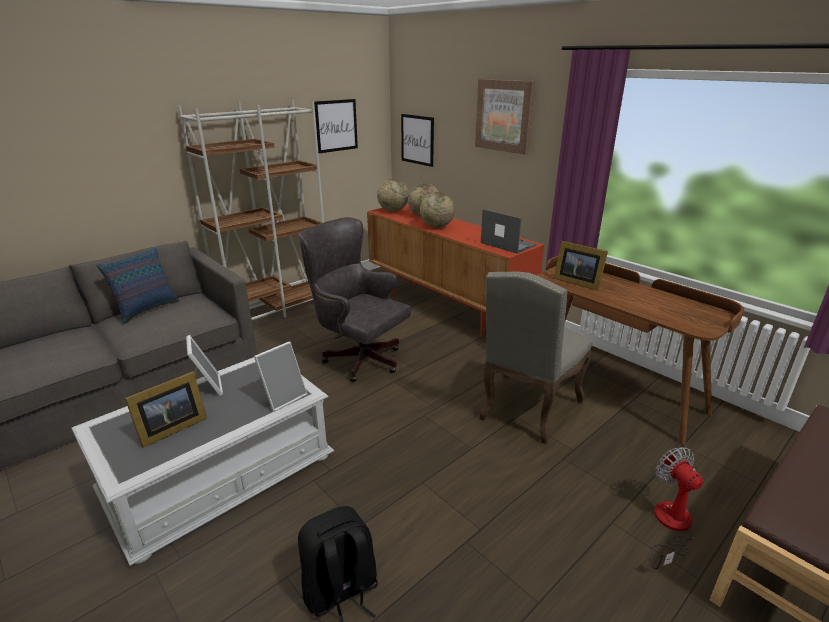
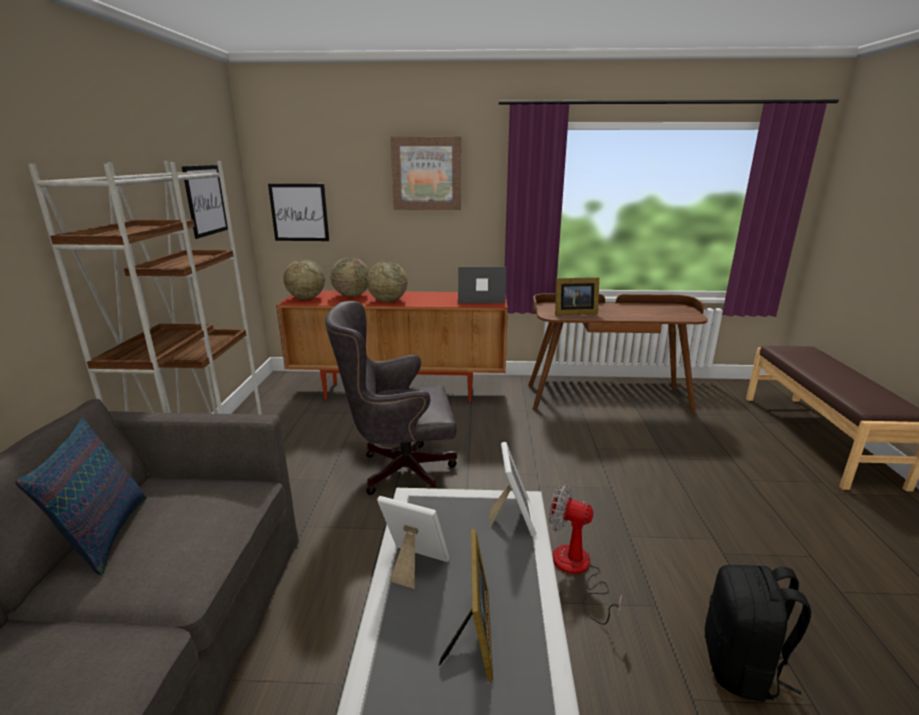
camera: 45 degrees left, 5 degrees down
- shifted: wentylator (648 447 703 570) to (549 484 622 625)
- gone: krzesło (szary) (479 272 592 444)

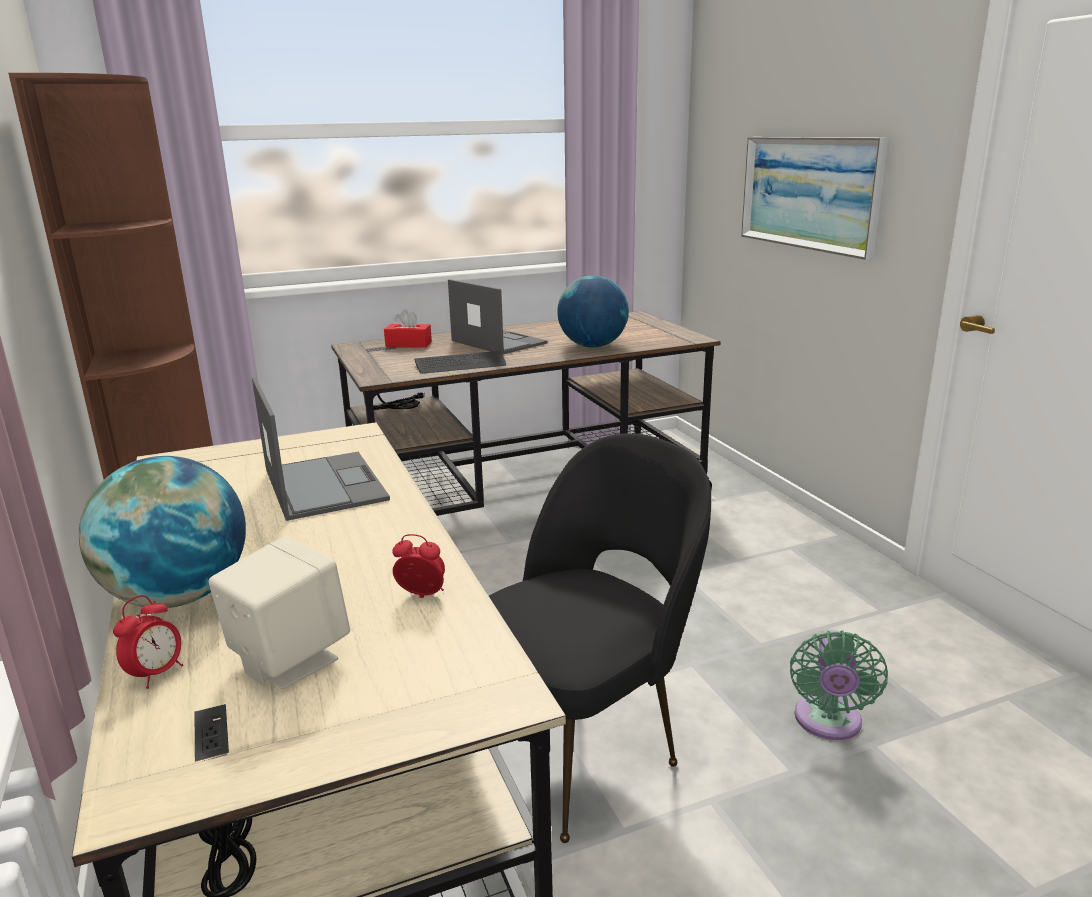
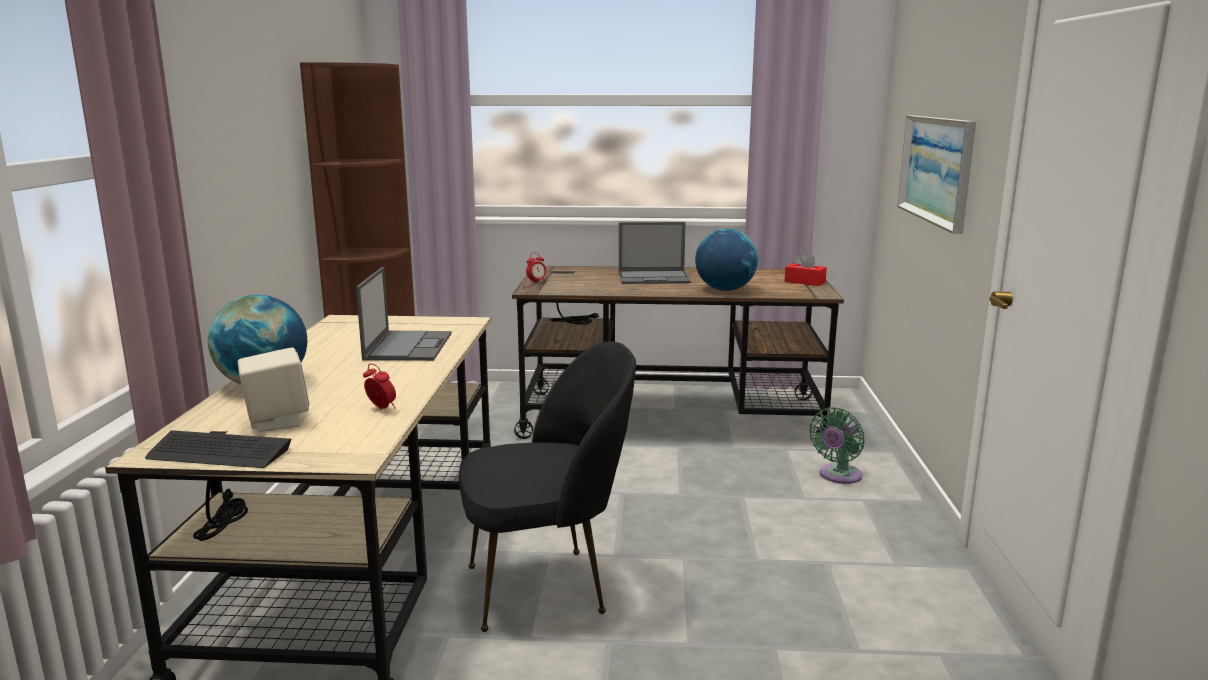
camera: 25 degrees right, 5 degrees down
- shifted: klawiatura (414 351 506 374) to (145 430 291 468)
- shifted: budzik (113 595 183 689) to (526 252 546 283)
- rotated: laptop (448 279 548 355) = (619 222 691 284) 105 degrees clockwise
- shifted: pudełko chusteczek (czerwony) (384 309 432 348) to (785 252 827 286)
- shifted: wentylator (zielony) (790 630 888 740) to (809 407 865 484)

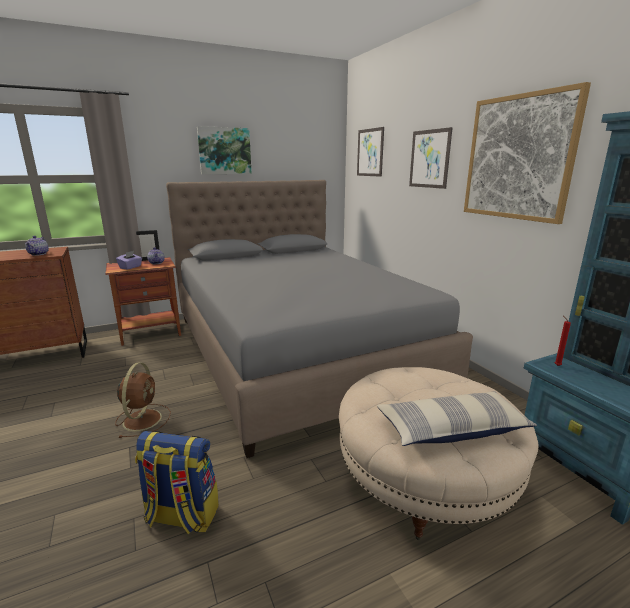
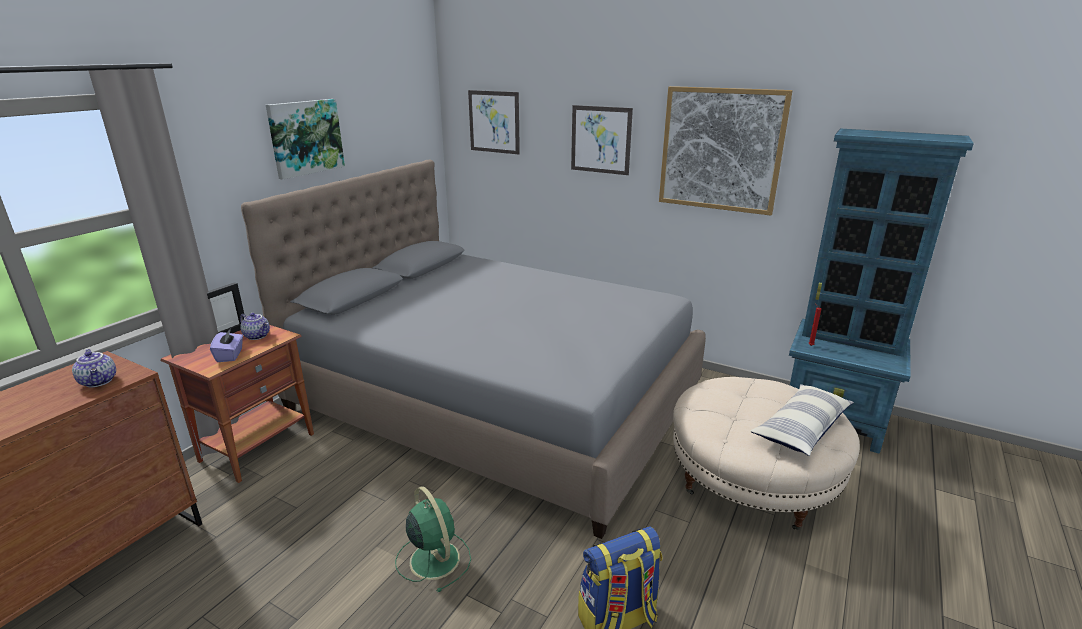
camera: 35 degrees left, 5 degrees up
- repainted: wentylator (brązowy) (115 363 171 438) to wentylator (zielony) (395 486 471 592)

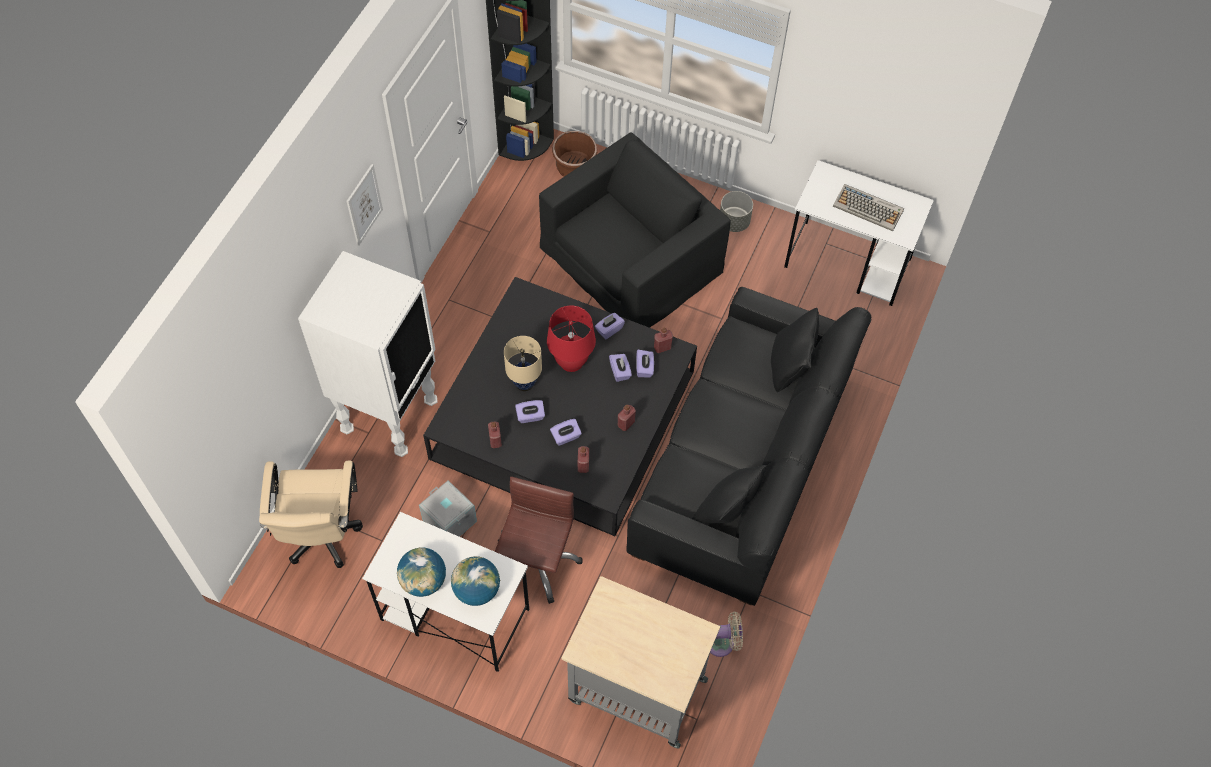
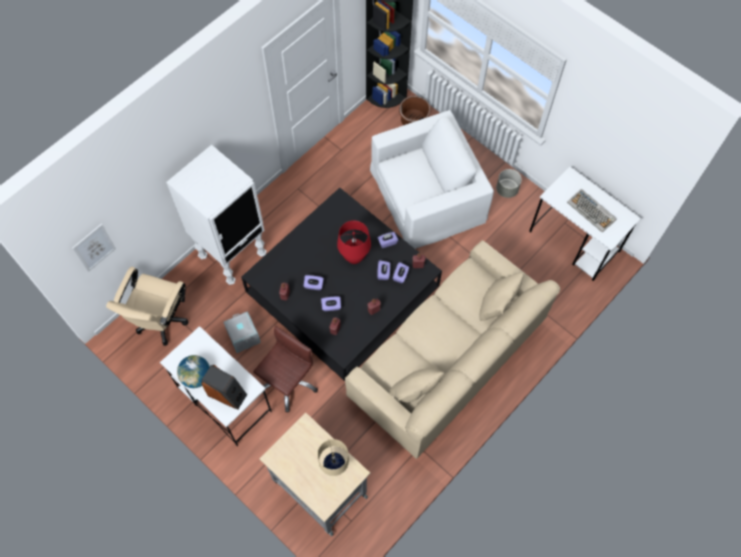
camera: 20 degrees right, 5 degrees up
- shifted: obraz (346 164 383 246) to (72 224 116 272)
- swapped: globus (451 556 500 606) to głośnik (201 365 247 410)
- shifted: lampa stołowa (beżowy) (504 336 542 391) to (317 439 349 476)
- repainted: kanapa (czarny) (626 287 871 606) to kanapa (beżowy) (345 240 560 459)
- repainted: fotel (czarny) (539 132 731 328) to fotel (biały) (370 110 494 249)
- gone: wentylator (beżowy) (710 611 743 657)

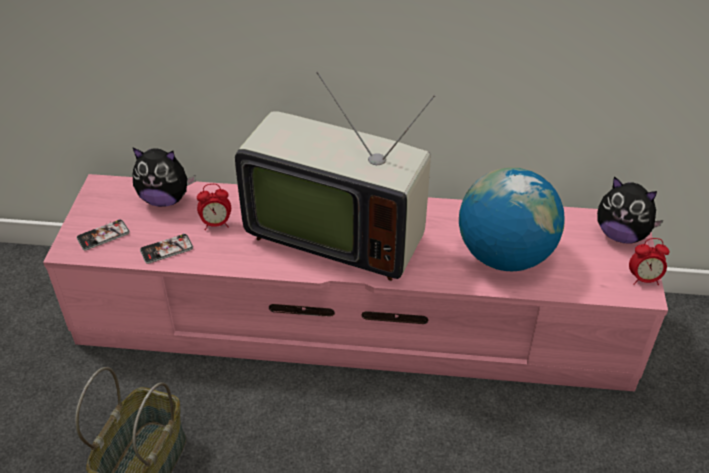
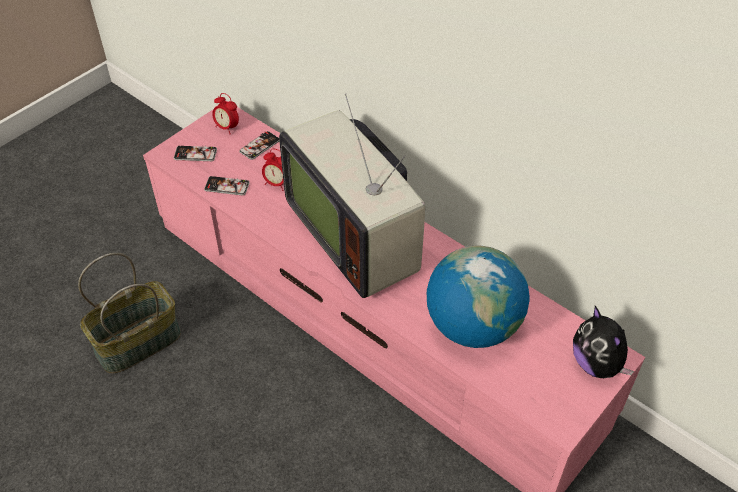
camera: 35 degrees right, 5 degrees up
- shifted: budzik (629 238 670 285) to (212 93 239 133)
- swapped: pluszak (132 147 196 207) to telefon (239 131 279 160)

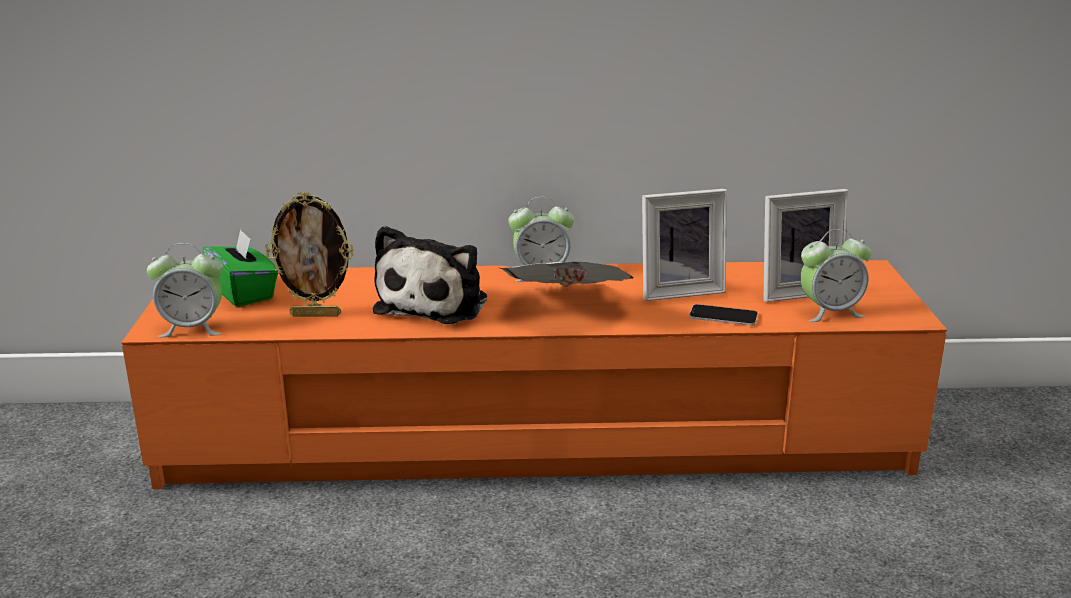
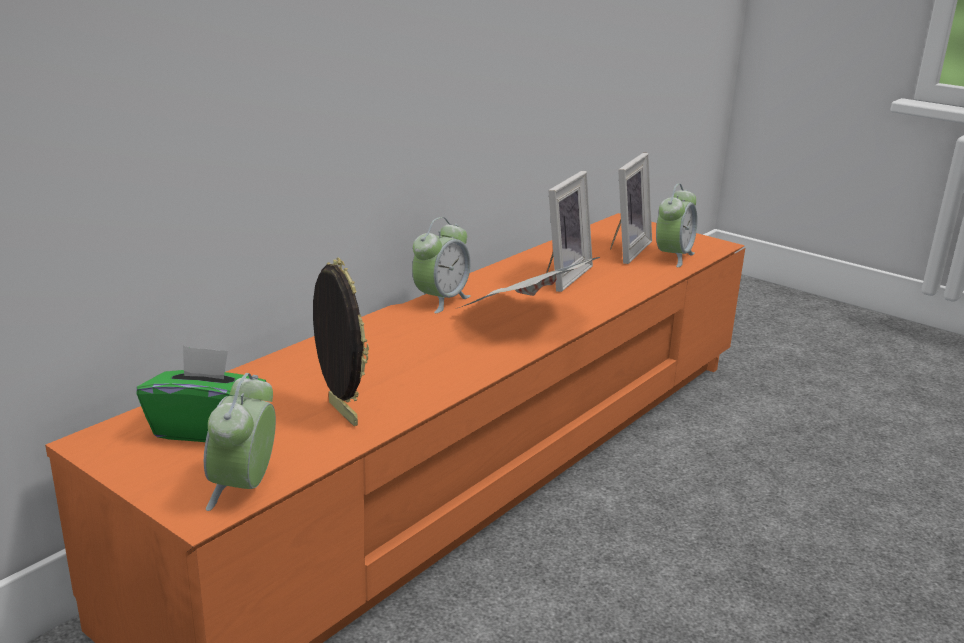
camera: 50 degrees left, 0 degrees up
- rotated: budzik (147 243 223 337) = (204 373 276 511) 150 degrees clockwise
- rotated: ramka na zdjęcie (265 191 354 316) = (313 258 369 426) 75 degrees counterclockwise
- gone: pluszak (373 226 487 324)
- gone: telefon (689 304 758 326)

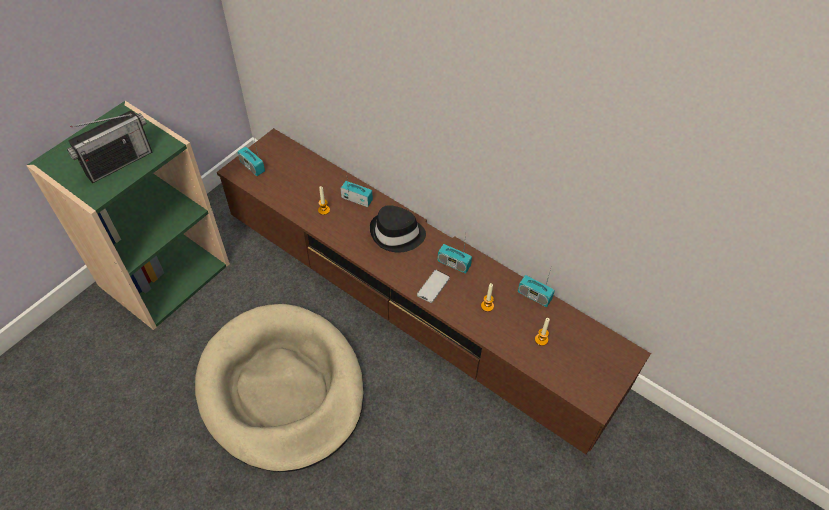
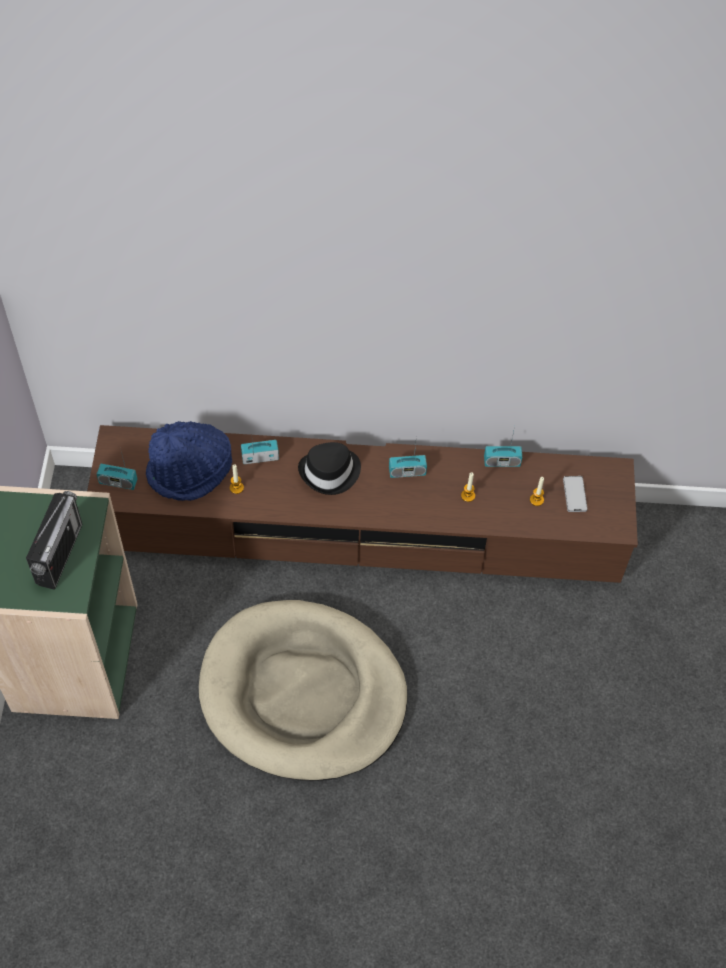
camera: 35 degrees left, 5 degrees up
- new: kapelusz (niebieski) (146 421 232 501)
- shifted: telefon (417 270 450 303) to (563 476 588 512)

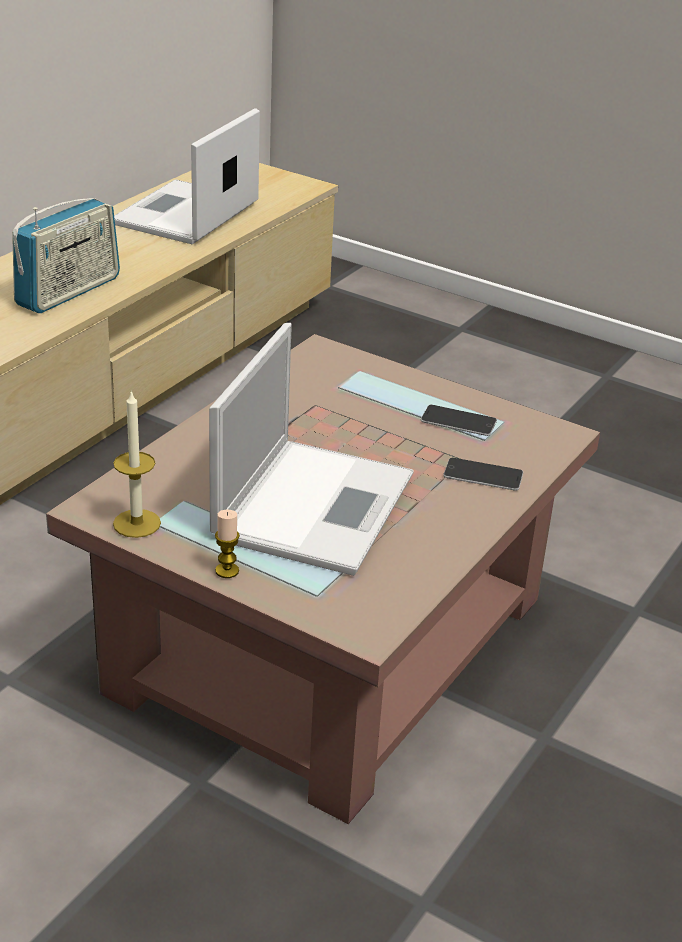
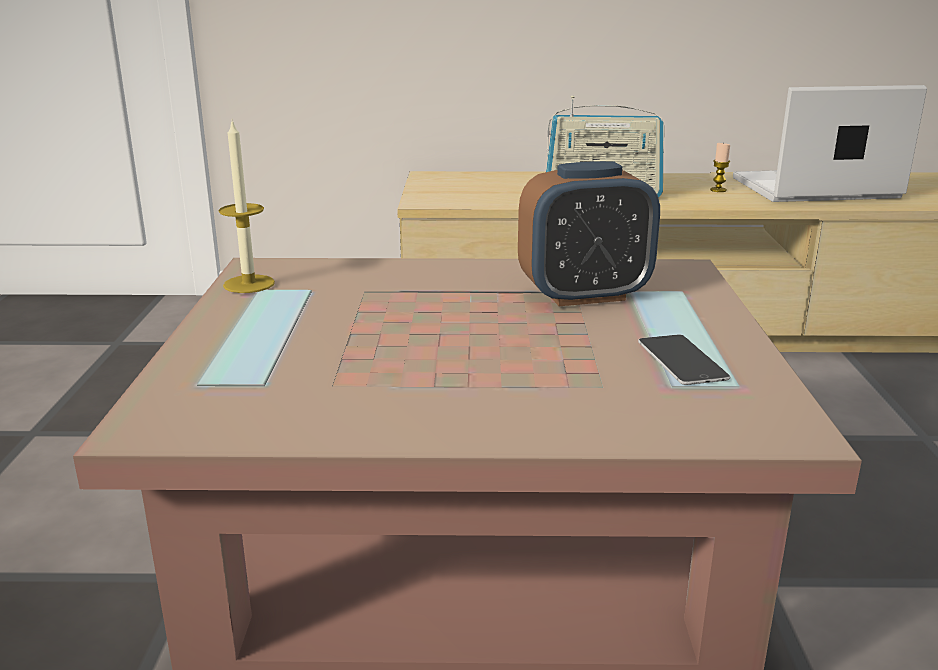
camera: 60 degrees right, 10 degrees down
- new: budzik (518 161 660 306)
- shifted: świeca (215 510 240 578) to (710 143 730 192)
- gone: laptop (209 323 414 576)
- gone: telefon (443 458 523 491)

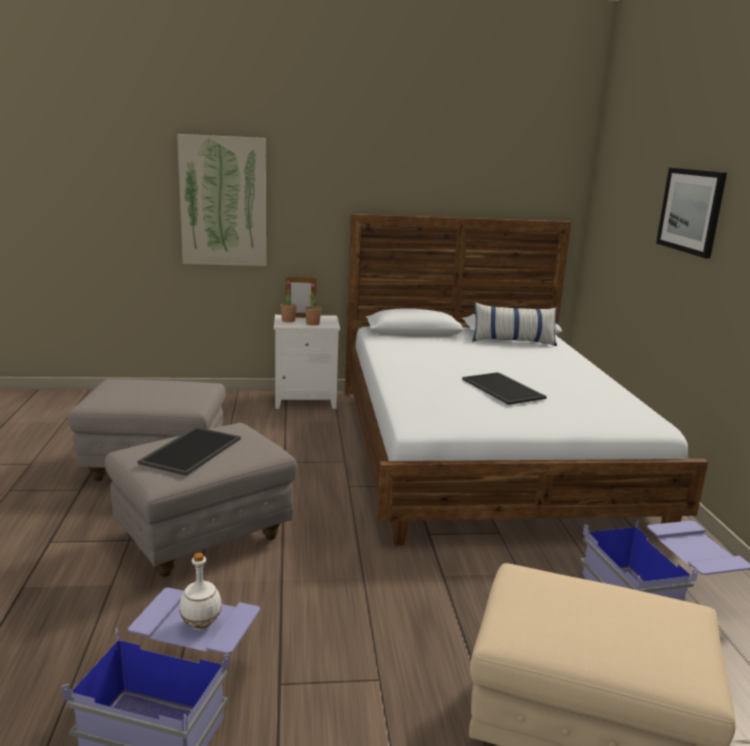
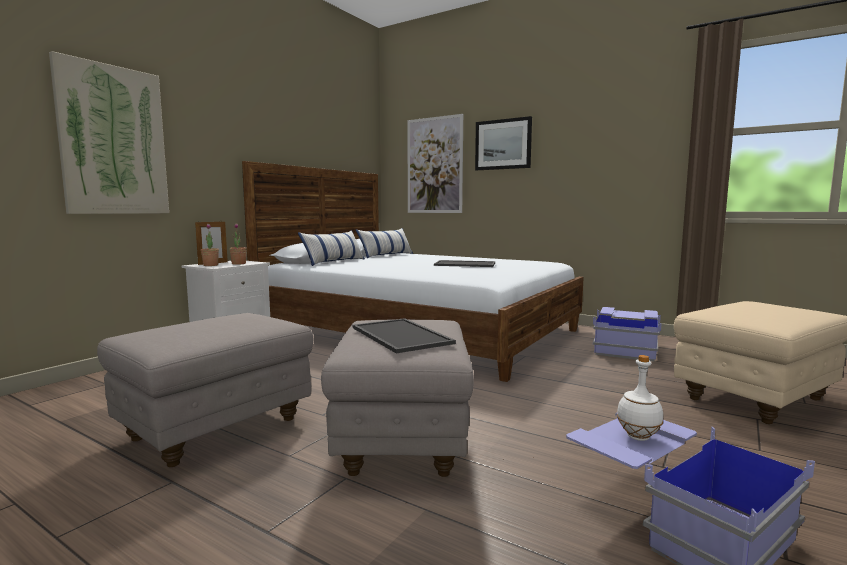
camera: 50 degrees left, 10 degrees down
- new: poduszka (298 230 365 266)
- new: obraz (407 114 463 213)

